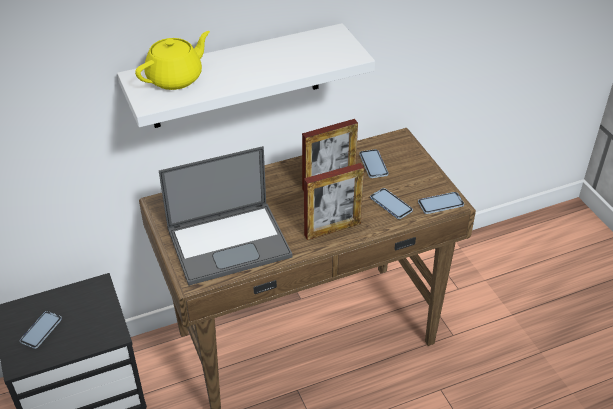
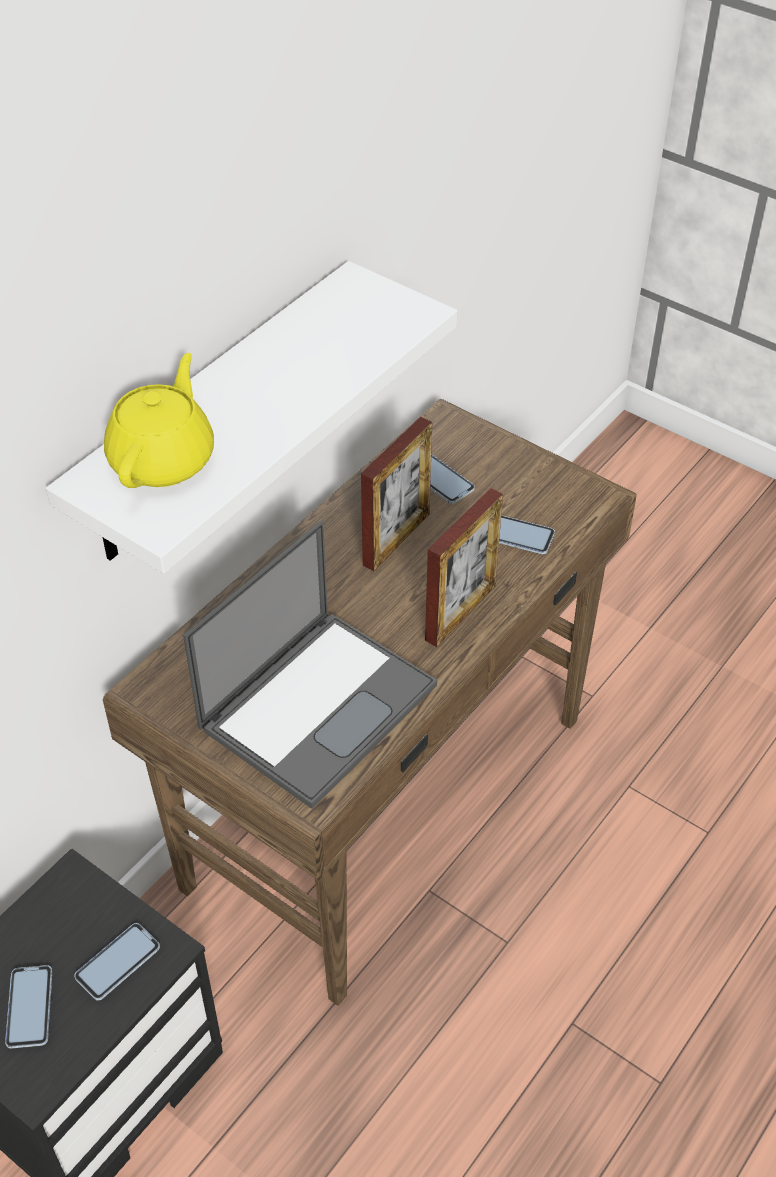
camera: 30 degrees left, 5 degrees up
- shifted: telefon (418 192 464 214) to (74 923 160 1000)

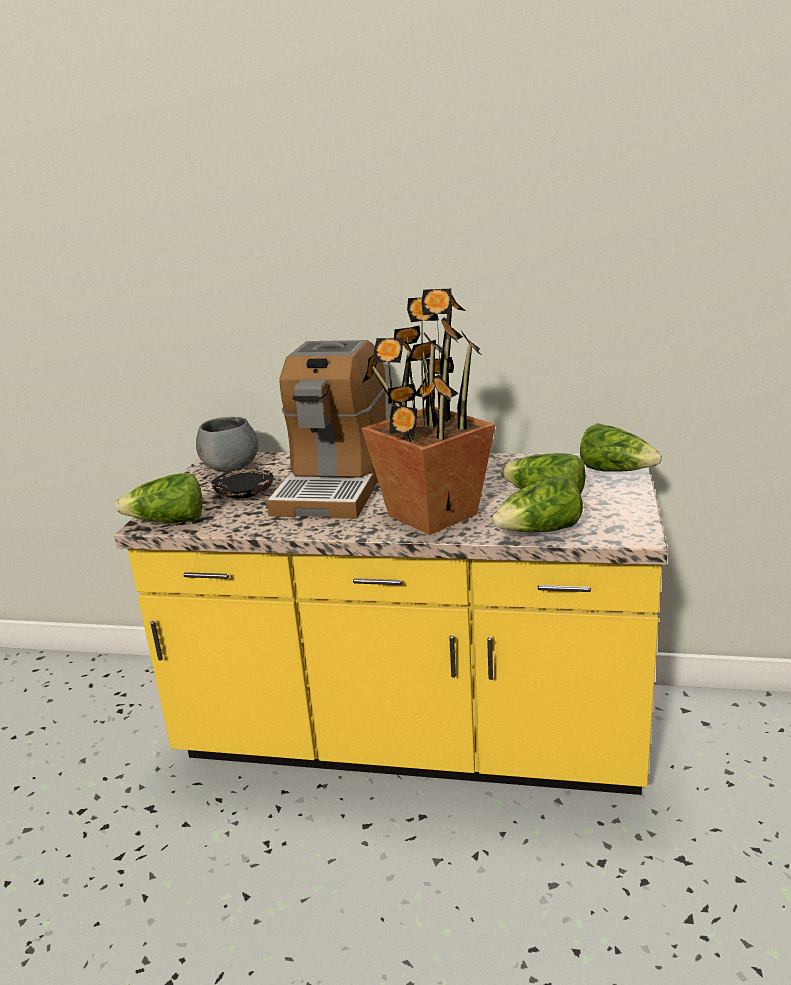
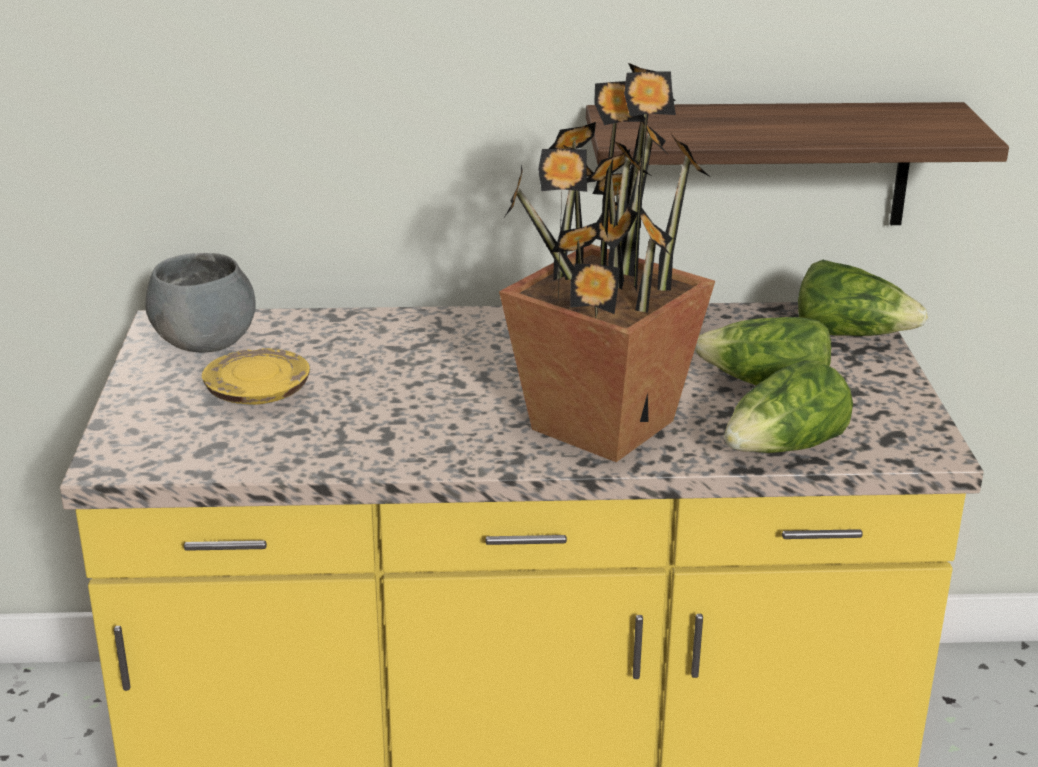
camera: 15 degrees left, 5 degrees up
- repainted: talerz (czarny) (212 469 274 498) to talerz (żółty) (202 348 310 405)
- new: półka (586 102 1009 228)
- gone: sałata (115 473 203 523)
- gone: ekspres do kawy (267 340 386 519)

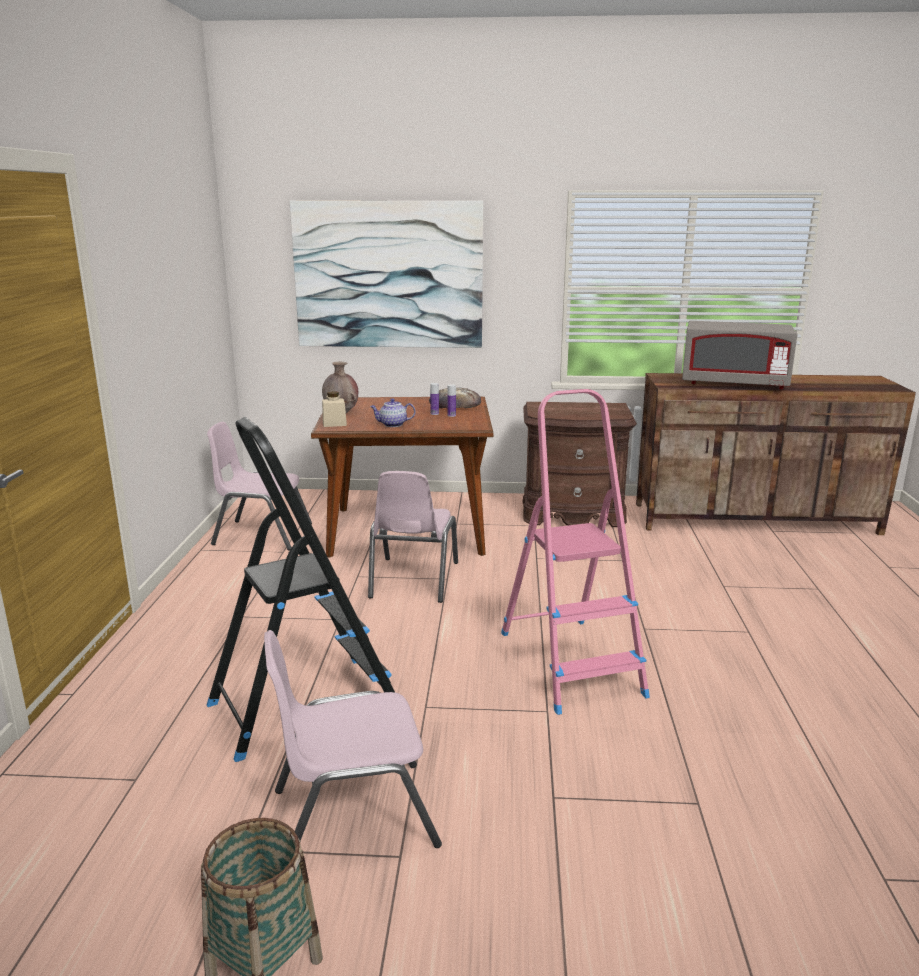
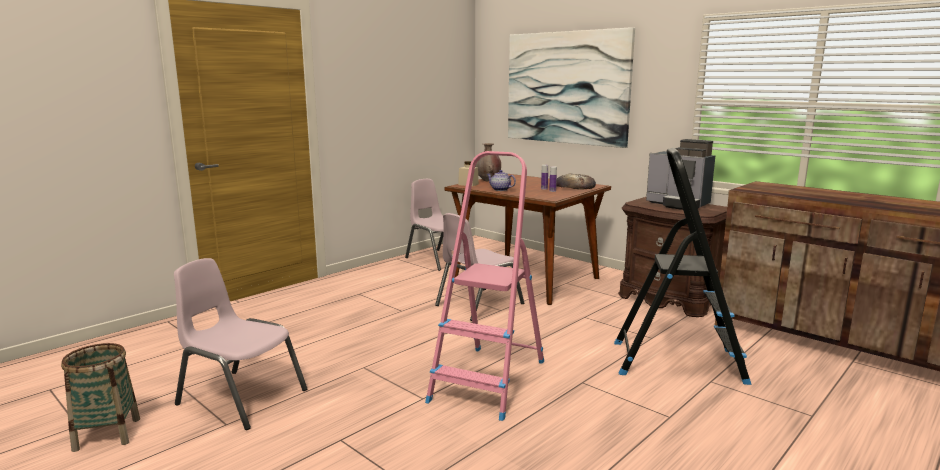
camera: 40 degrees right, 5 degrees down
- shifted: drabinka (czarny) (207 417 395 762) to (614 147 751 385)
- new: ekspres do kawy (646 139 715 210)
- gone: mikrofalówka (szary) (682 321 797 389)

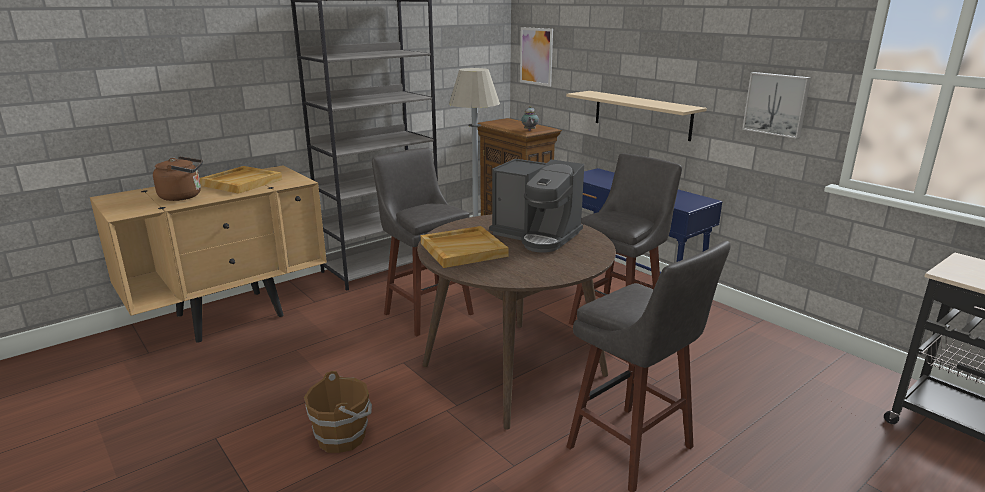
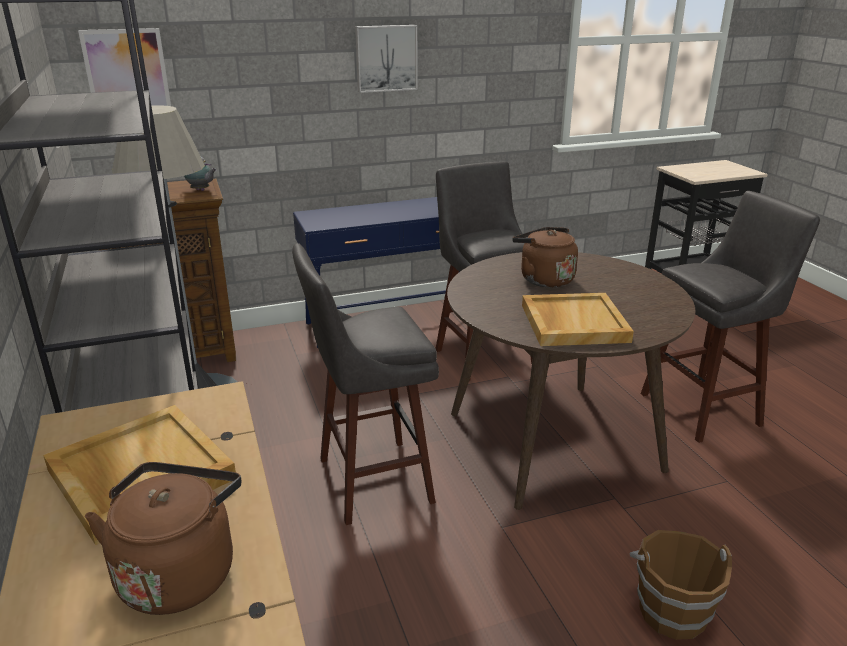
camera: 70 degrees left, 5 degrees up
- shifted: obraz (742 72 811 139) to (355 25 418 93)
- swapped: ekspres do kawy (489 159 584 253) to czajnik (brązowy) (512 227 578 288)
- gone: półka (beżowy) (566 91 707 141)

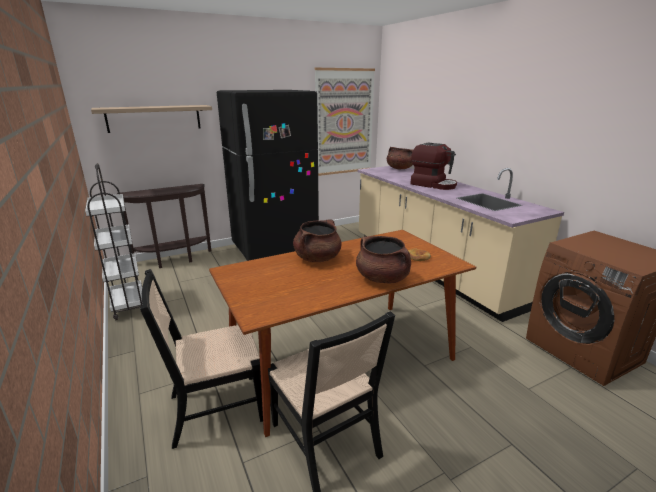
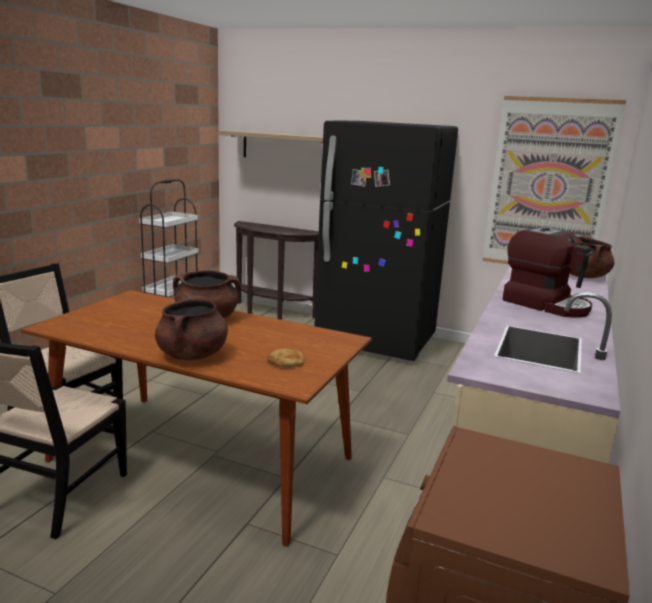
camera: 50 degrees right, 5 degrees down
- rotated: ekspres do kawy (410 143 457 190) = (502 227 593 318) 45 degrees counterclockwise

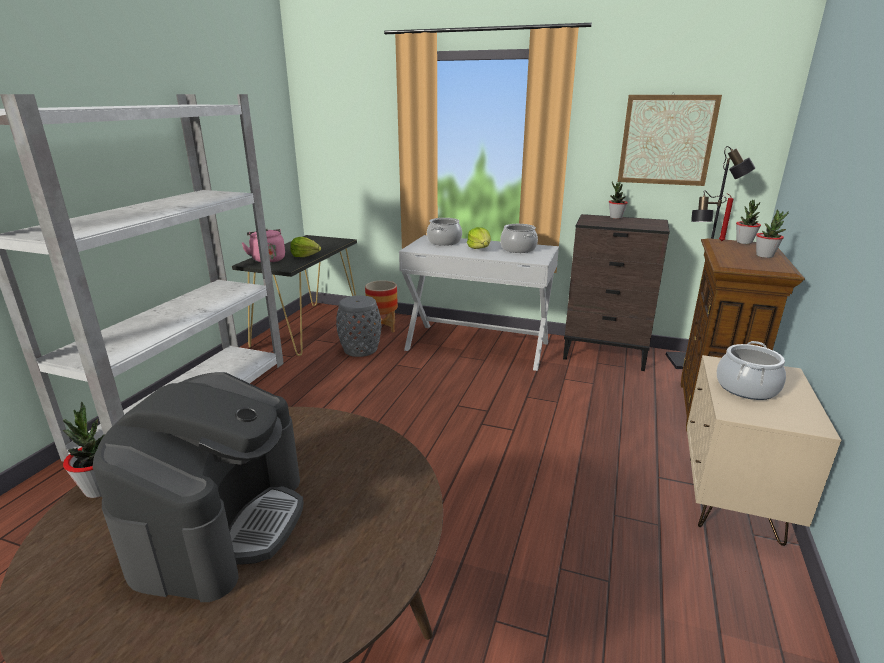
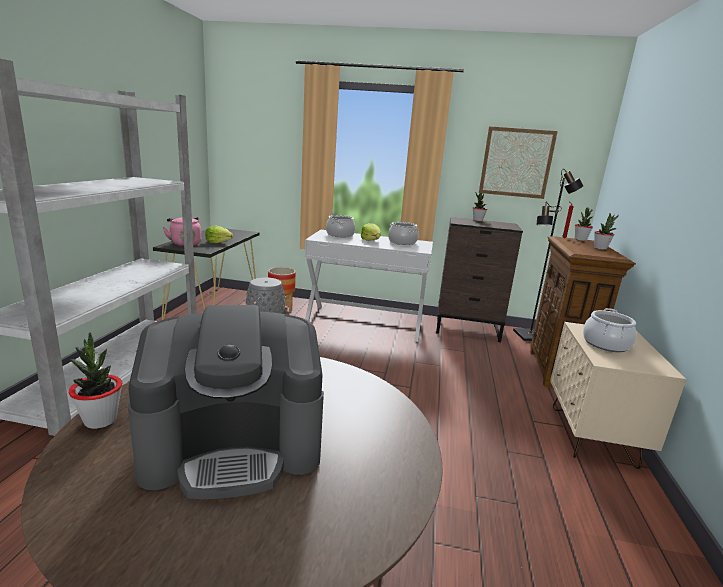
camera: 10 degrees left, 5 degrees down
- rotated: ekspres do kawy (92 372 304 602) = (128 305 324 499) 75 degrees clockwise

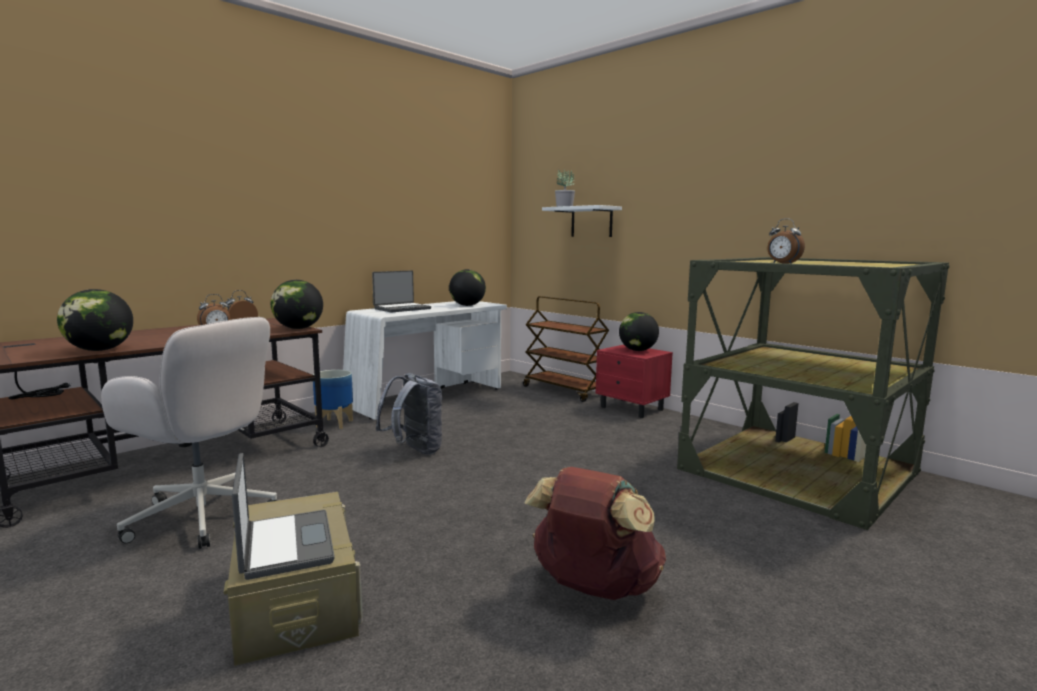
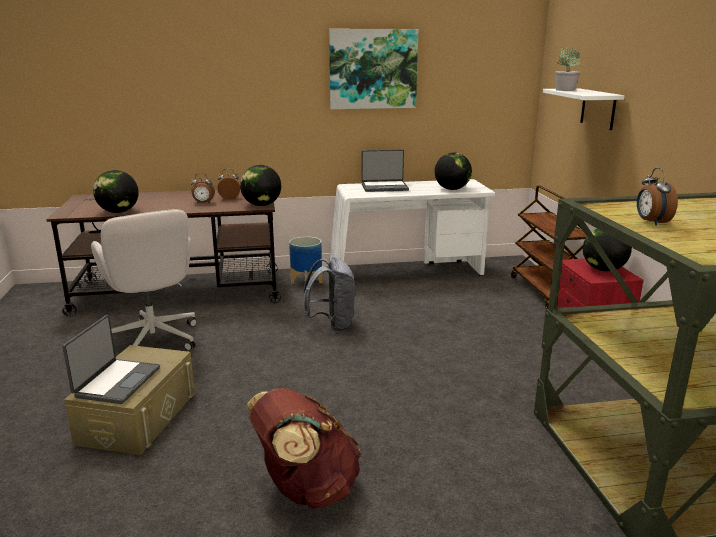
camera: 35 degrees right, 10 degrees up
- new: obraz (329 29 418 109)

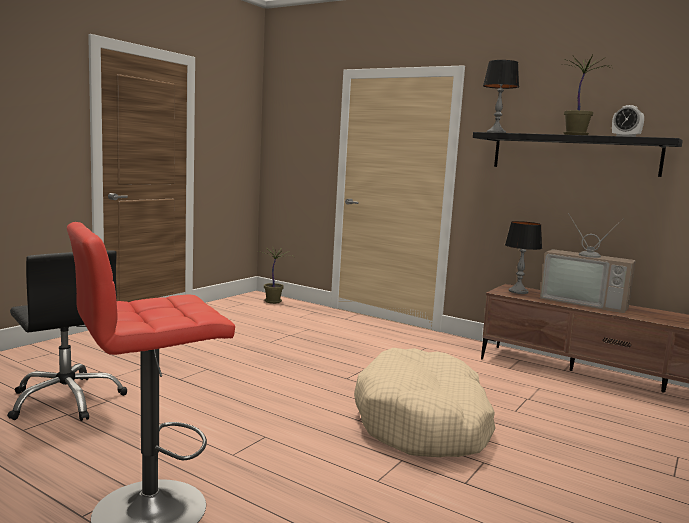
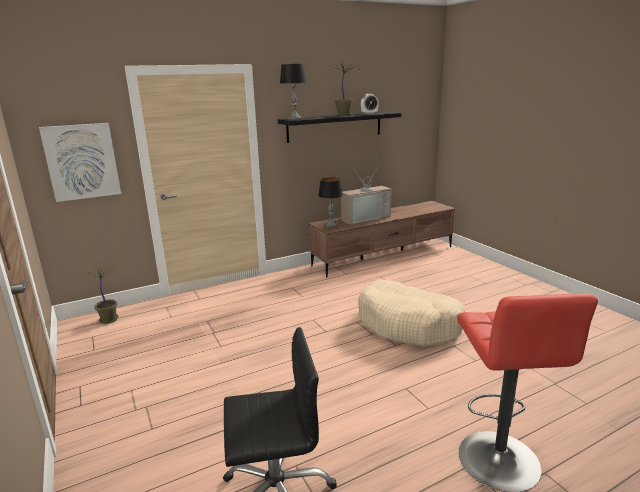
camera: 60 degrees left, 10 degrees up
- new: obraz (39 123 121 202)

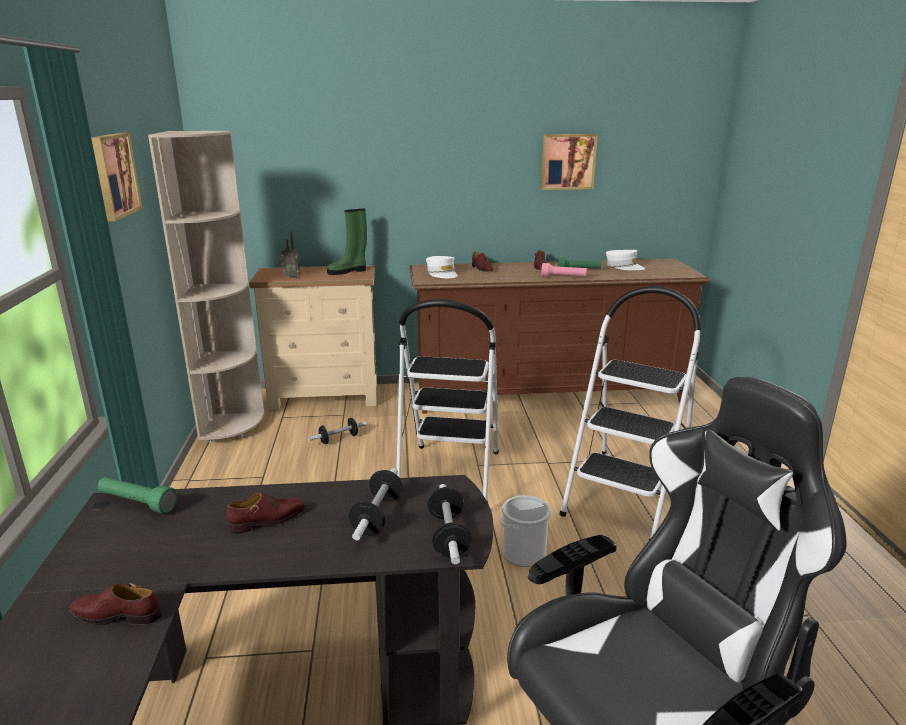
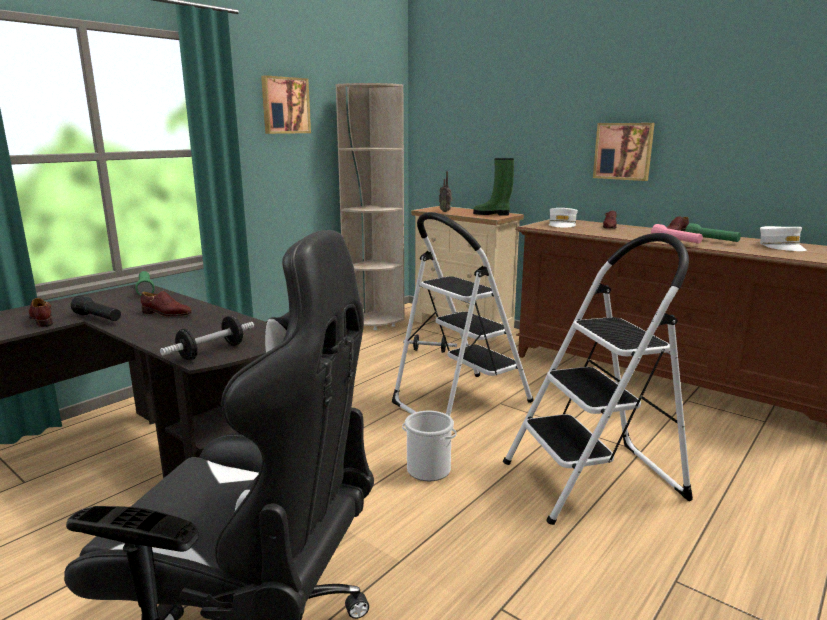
camera: 45 degrees right, 5 degrees down
- new: latarka (czarny) (71 295 121 321)
- shifted: obraz (541 134 598 190) to (593 123 655 181)
- gone: hantel (349 468 403 540)

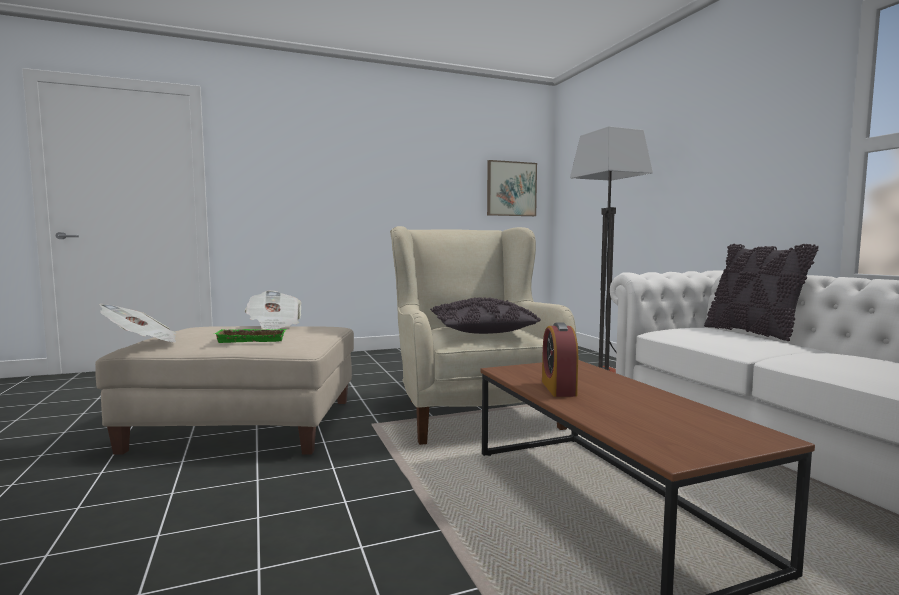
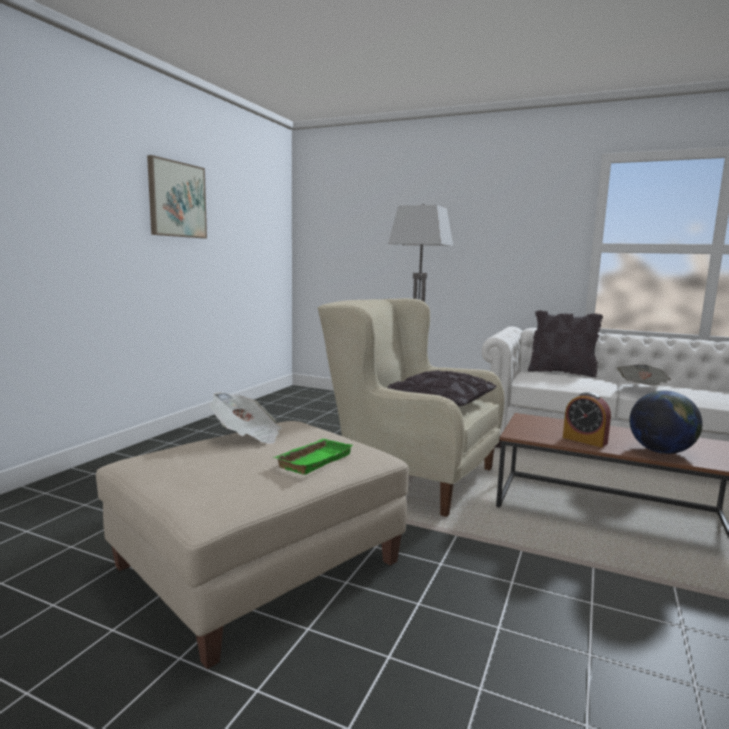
camera: 45 degrees left, 5 degrees up
- shifted: obraz (487 160 537 216) to (147 155 207 238)
- shifted: gazeta (99 304 176 343) to (617 365 671 385)
- new: globus (629 390 703 454)

